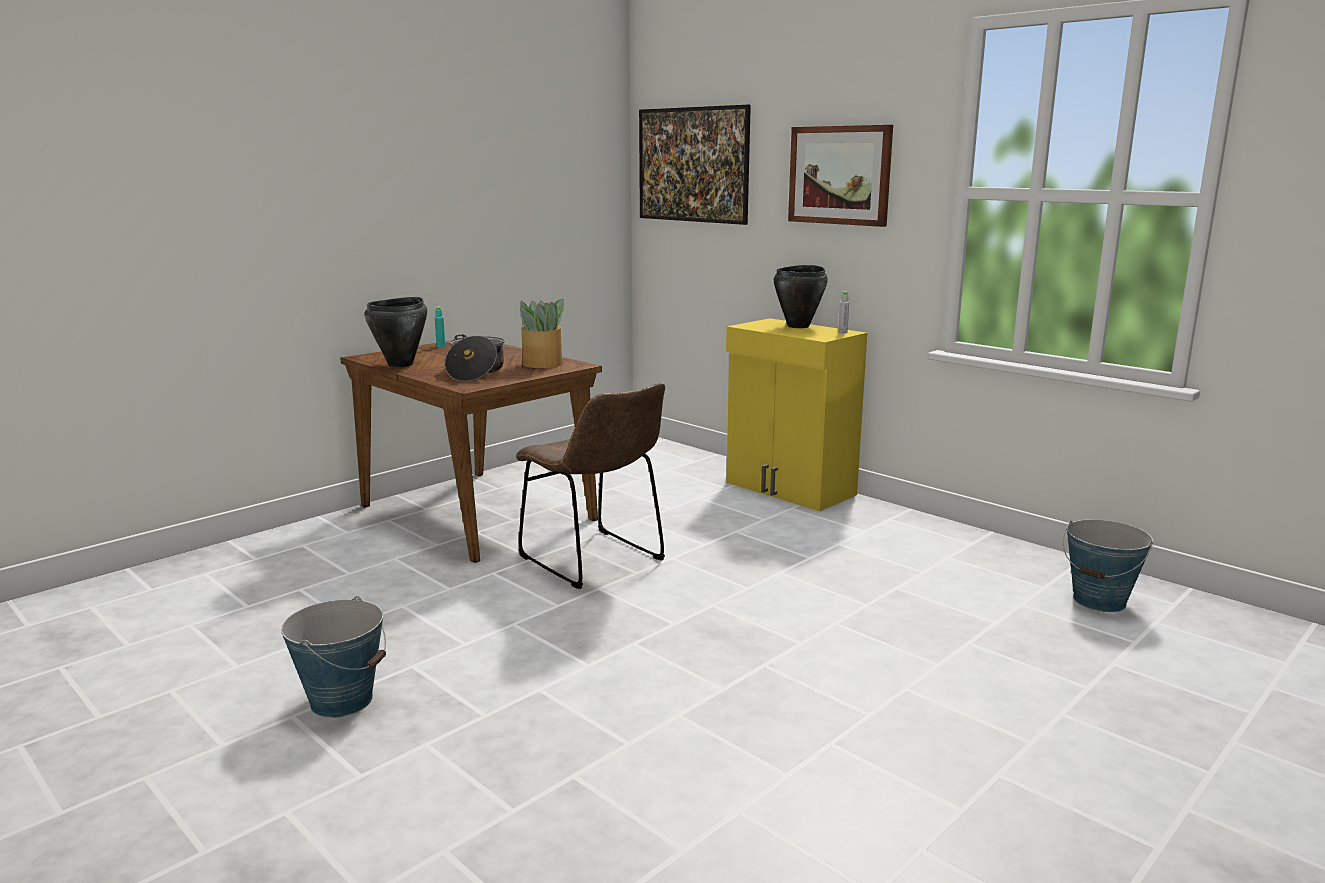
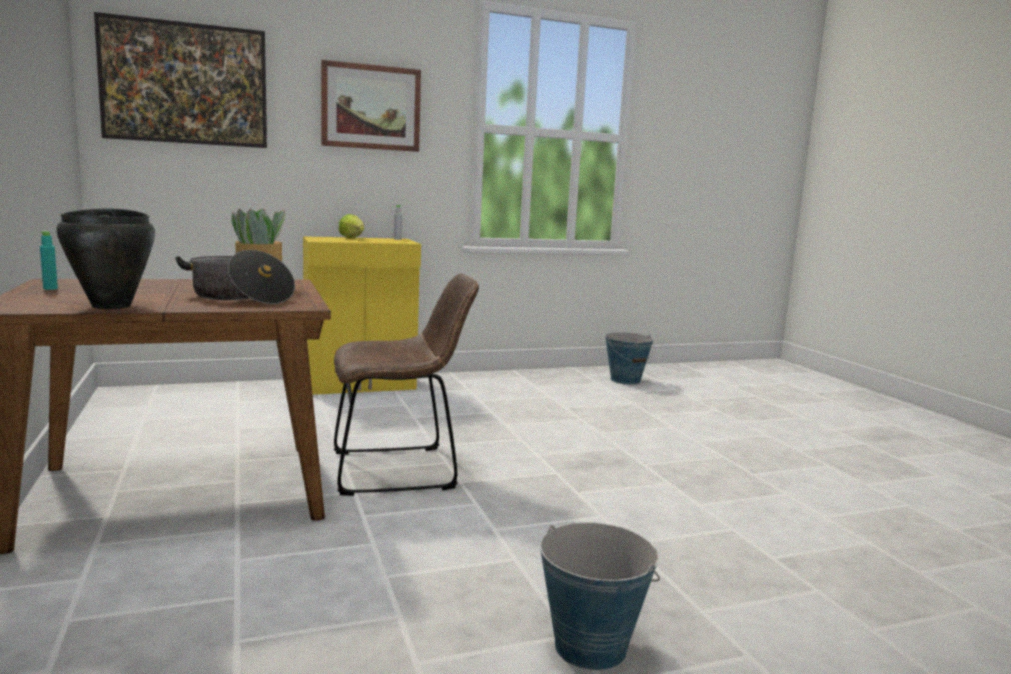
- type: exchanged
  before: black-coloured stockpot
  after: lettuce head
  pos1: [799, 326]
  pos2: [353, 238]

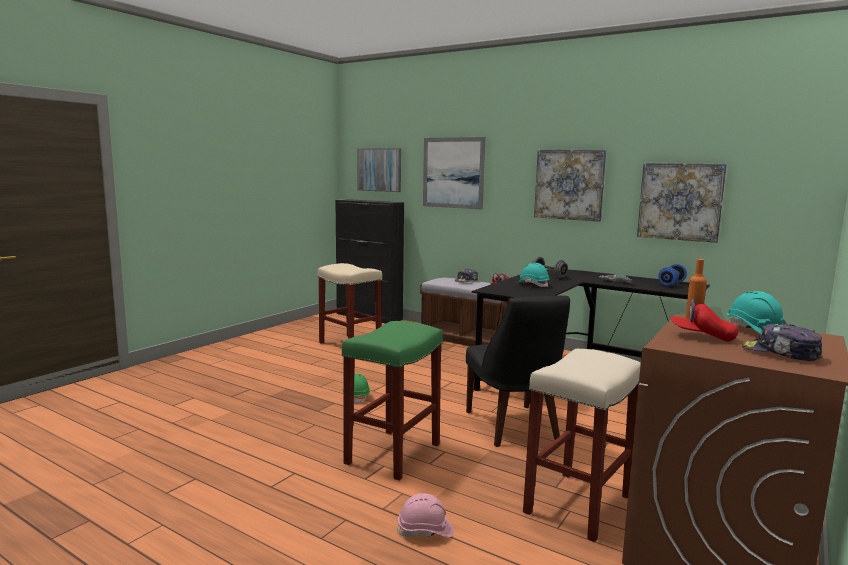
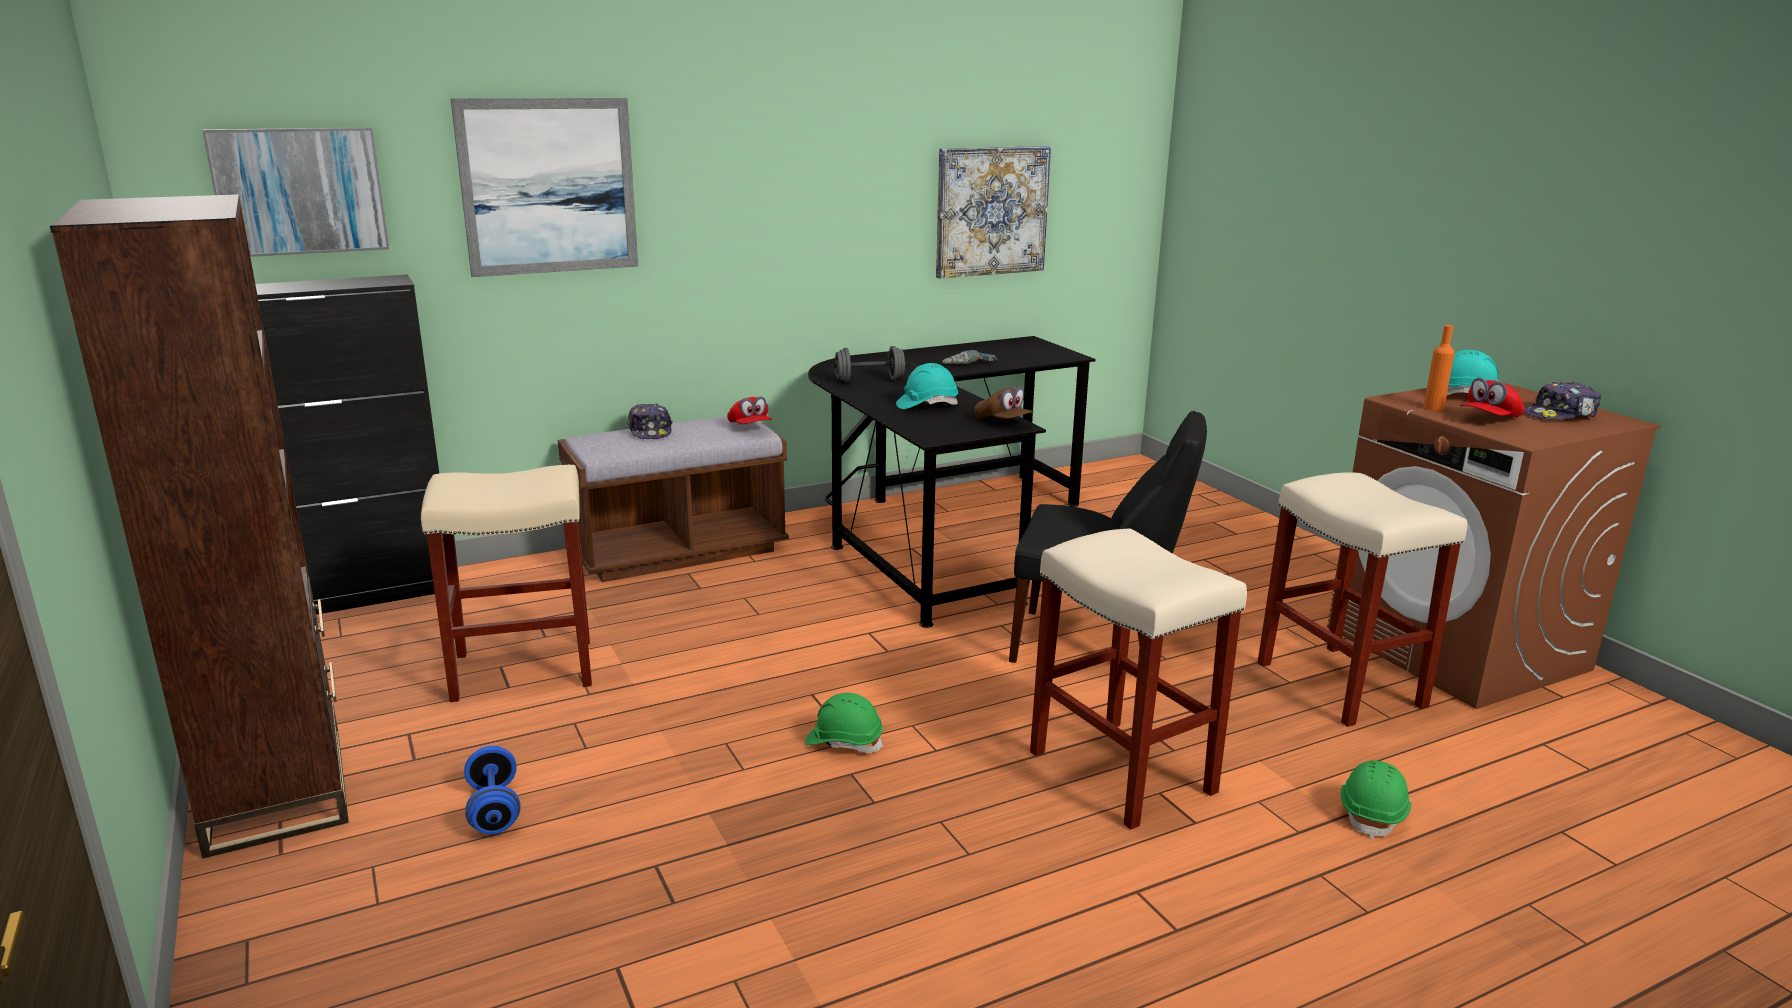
- type: appeared
  after: brownish shelving unit
  pos2: [277, 790]
- type: relocated
  before: blue-coloured free weight
  pos1: [671, 284]
  pos2: [494, 809]
- type: appeared
  after: brownish baseball cap
  pos2: [1003, 422]
- type: colour
  before: greenish sitting stool
  after: beige sitting stool
  pos1: [393, 454]
  pos2: [1124, 773]
- type: colour
  before: pink-coloured safety helmet
  after: greenish safety helmet
  pos1: [425, 531]
  pos2: [1373, 813]
- type: missing
  before: wall picture
  pos1: [569, 184]

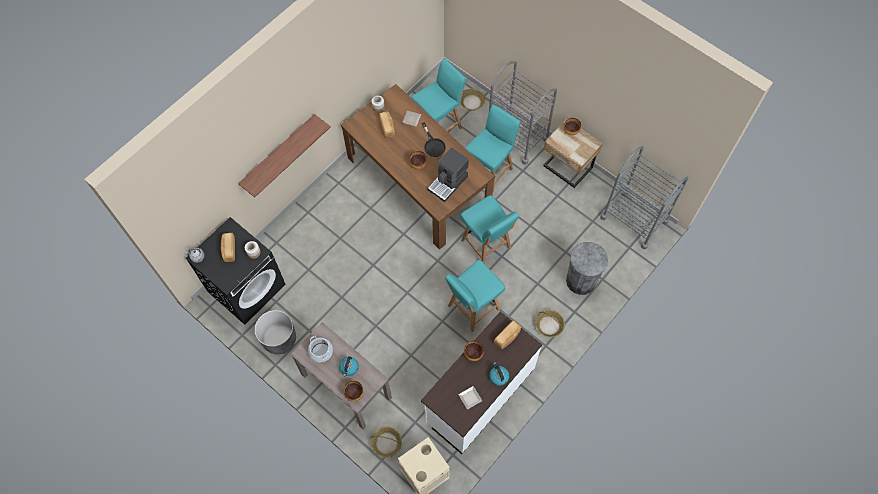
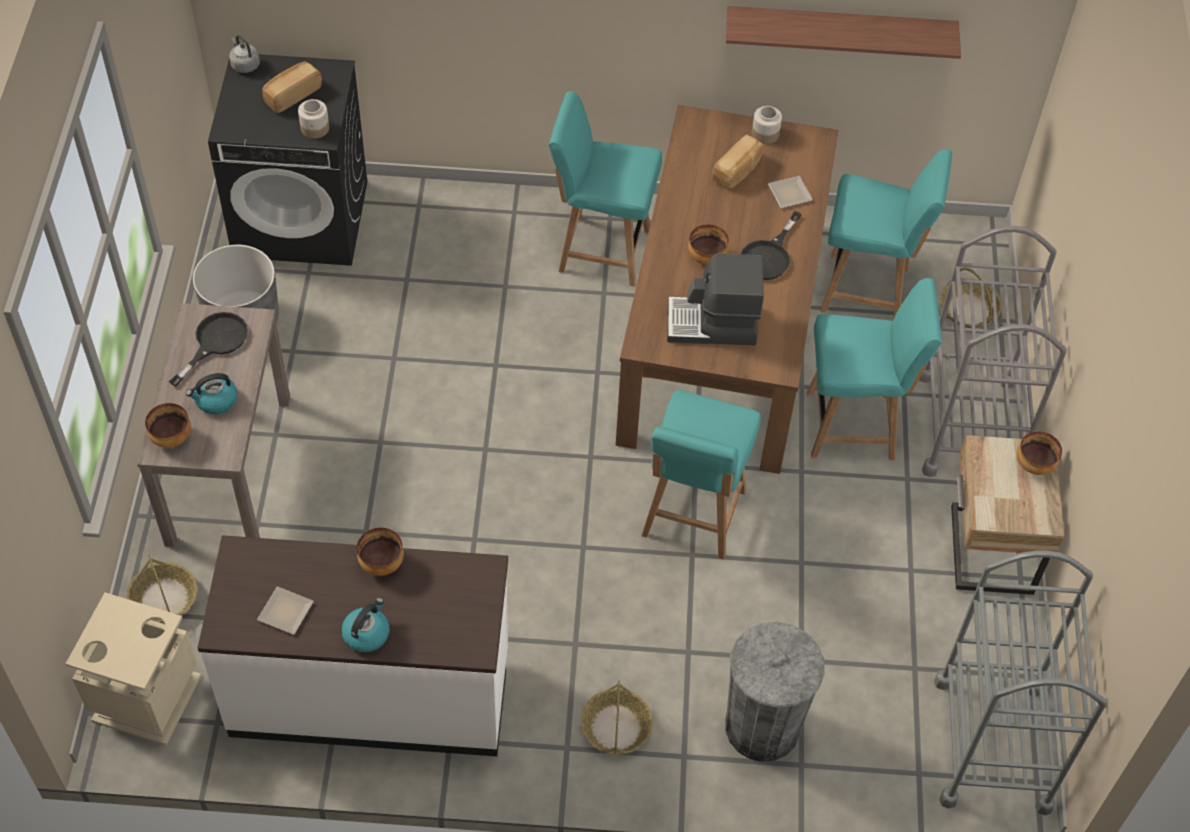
- type: exchanged
  before: stockpot
  after: black-coloured pan
  pos1: [321, 352]
  pos2: [215, 342]
- type: relocated
  before: blue-green upright chair
  pos1: [472, 308]
  pos2: [602, 249]
- type: relocated
  before: shelf
  pos1: [278, 153]
  pos2: [839, 30]
- type: missing
  before: baked bread
  pos1: [507, 337]

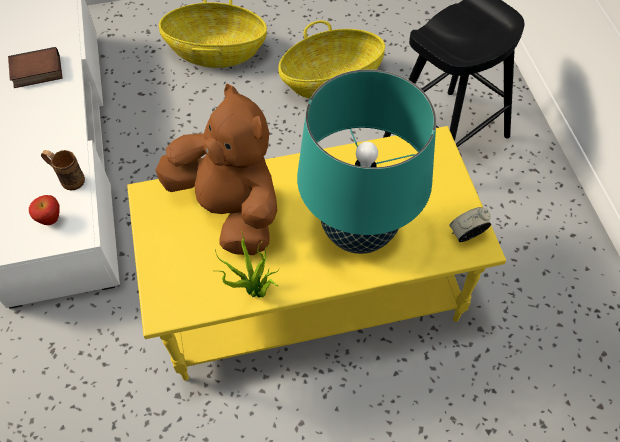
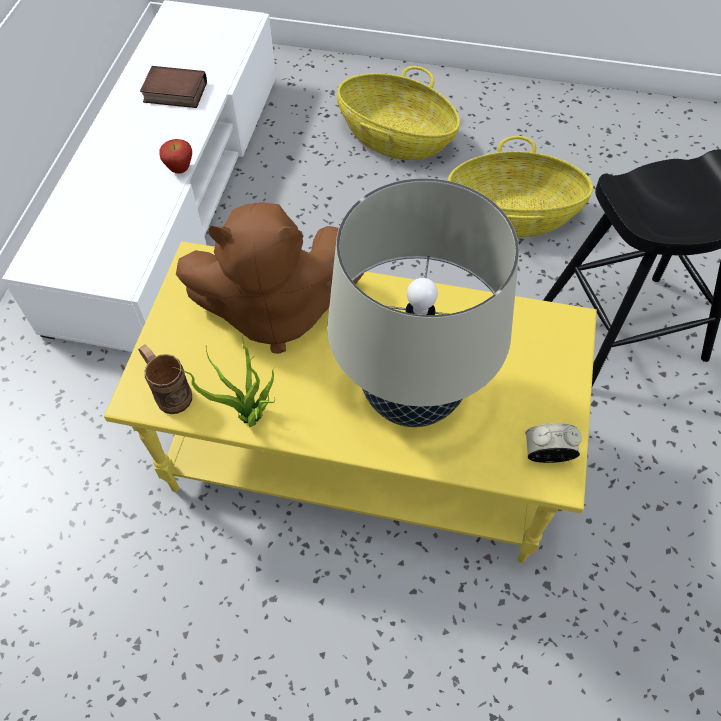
- type: relocated
  before: brownish tea mug
  pos1: [68, 179]
  pos2: [169, 392]
- type: relocated
  before: apple fruit
  pos1: [51, 220]
  pos2: [180, 169]
- type: spun
  before: brownish plush toy
  pos1: [230, 209]
  pos2: [275, 311]
  turn: 105
- type: colour
  before: blue-green table lamp
  after: beige table lamp
  pos1: [359, 231]
  pos2: [412, 395]

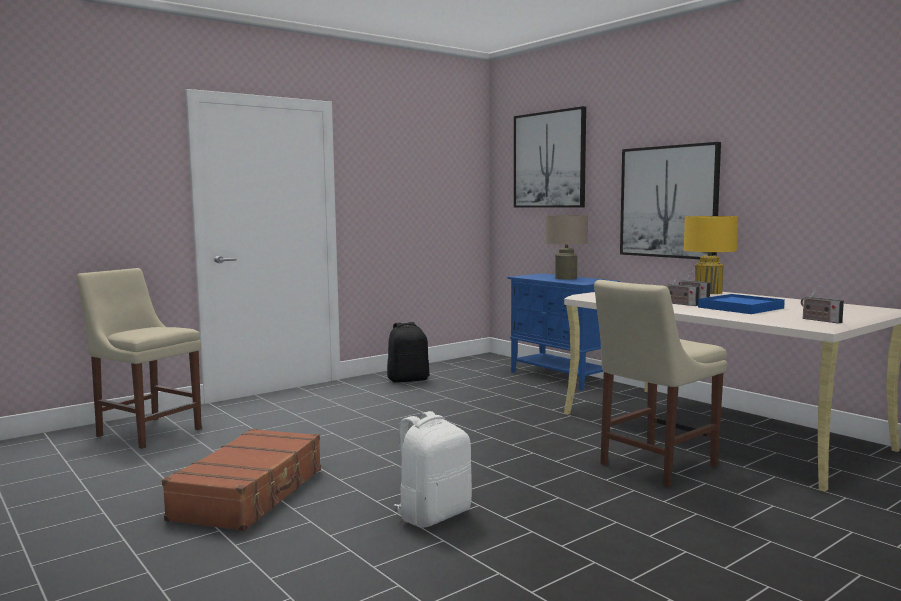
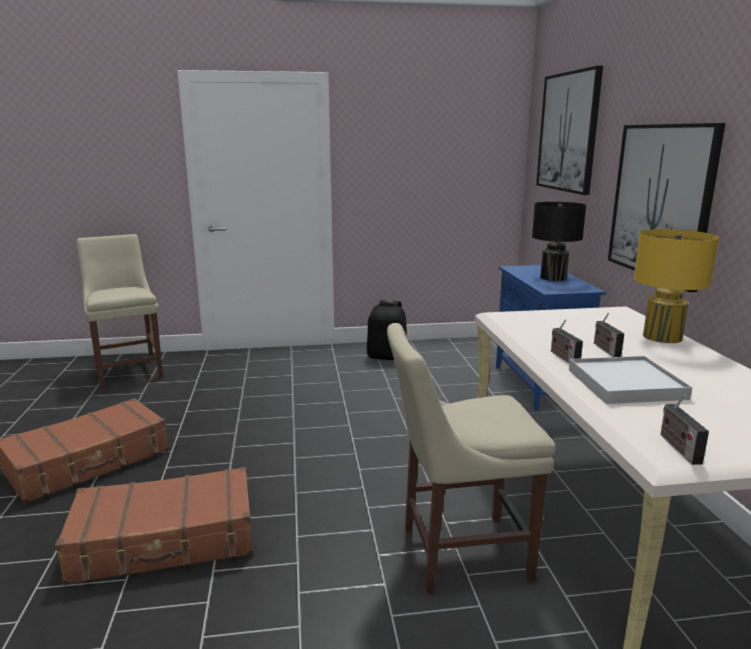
- type: exchanged
  before: white rucksack
  after: brownish suitcase
  pos1: [433, 515]
  pos2: [165, 541]
- type: colour
  before: beige table lamp
  after: black-coloured table lamp
  pos1: [566, 278]
  pos2: [553, 278]
- type: colour
  before: blue-coloured carrying tray
  after: white carrying tray
  pos1: [740, 308]
  pos2: [626, 384]

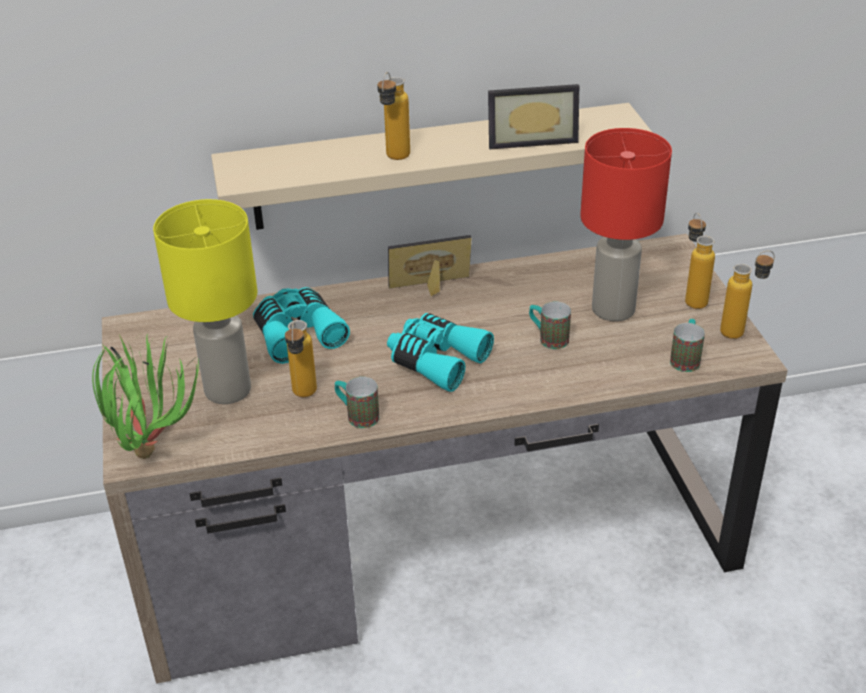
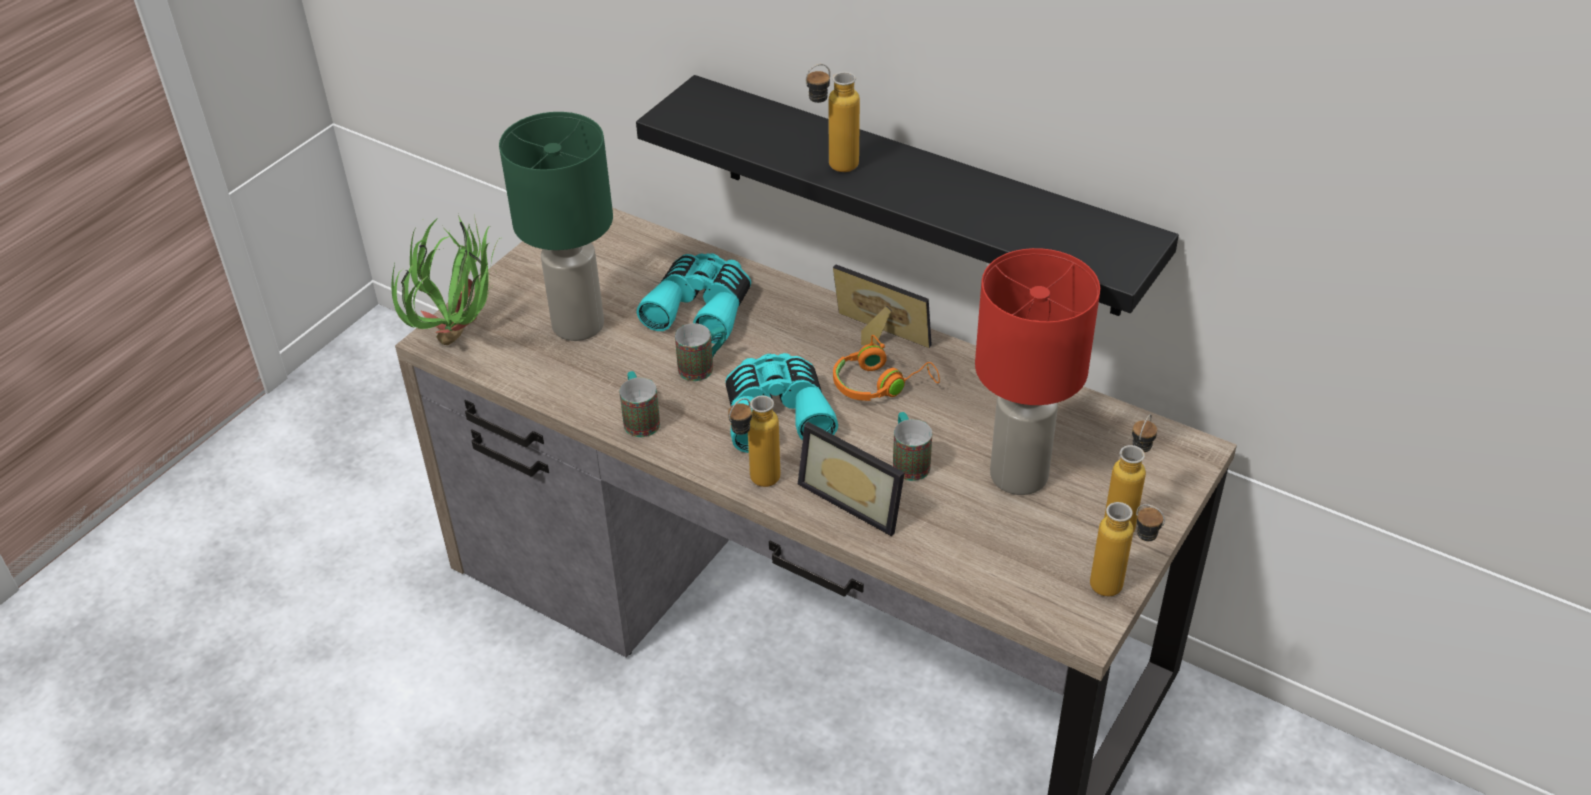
- type: colour
  before: yellow table lamp
  after: greenish table lamp
  pos1: [228, 389]
  pos2: [579, 325]
- type: colour
  before: beige shelf
  after: black-coloured shelf
  pos1: [427, 167]
  pos2: [917, 195]
- type: relocated
  before: tea mug
  pos1: [686, 358]
  pos2: [703, 366]
- type: relocated
  before: drink bottle
  pos1: [303, 397]
  pos2: [755, 484]
- type: relocated
  before: picture frame
  pos1: [531, 138]
  pos2: [856, 497]
- type: appeared
  after: orangey headphones
  pos2: [880, 384]

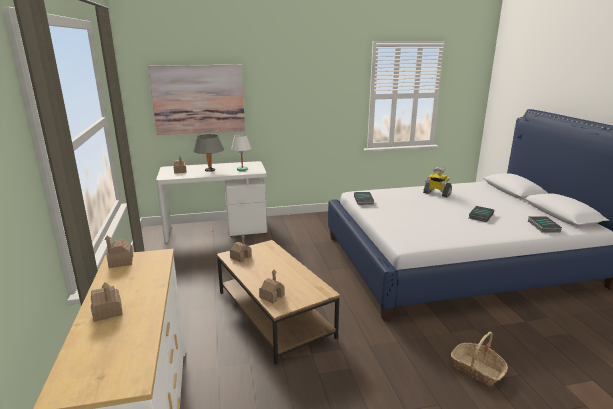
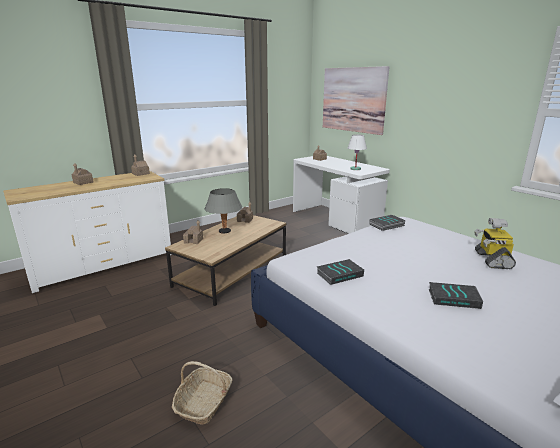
- type: relocated
  before: grey table lamp
  pos1: [210, 170]
  pos2: [225, 231]
- type: relocated
  before: book
  pos1: [542, 226]
  pos2: [339, 274]

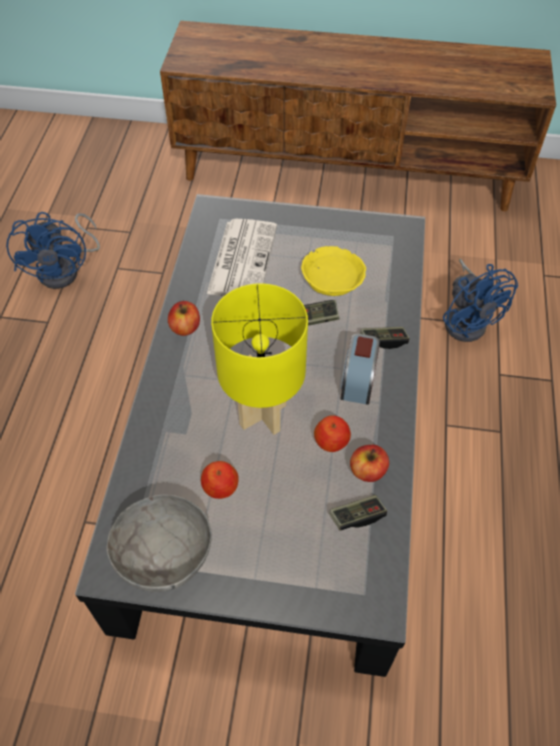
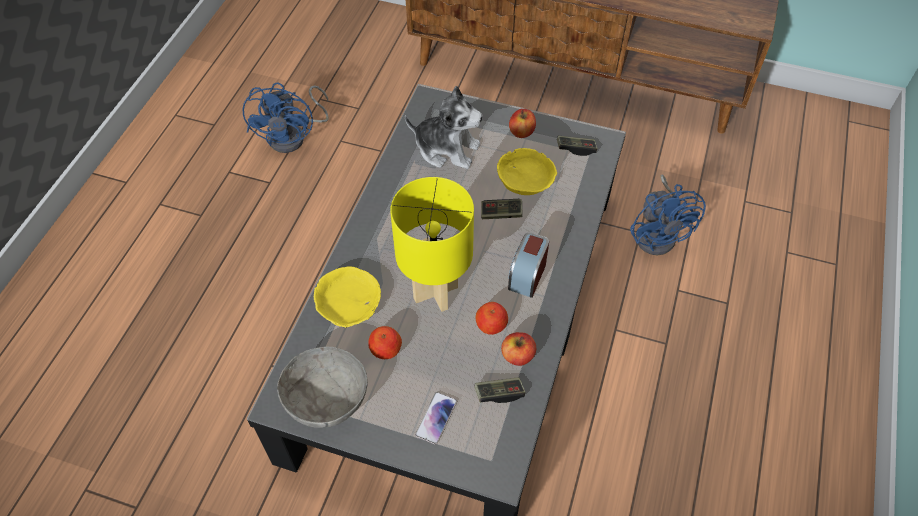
- type: appeared
  after: yellow deep dish
  pos2: [348, 303]
- type: exchanged
  before: newspaper
  after: plush toy
  pos1: [242, 258]
  pos2: [447, 149]
- type: appeared
  after: handset
  pos2: [436, 418]
- type: relocated
  before: apple fruit
  pos1: [185, 327]
  pos2: [521, 132]
- type: relocated
  before: gamepad
  pos1: [383, 341]
  pos2: [576, 149]

